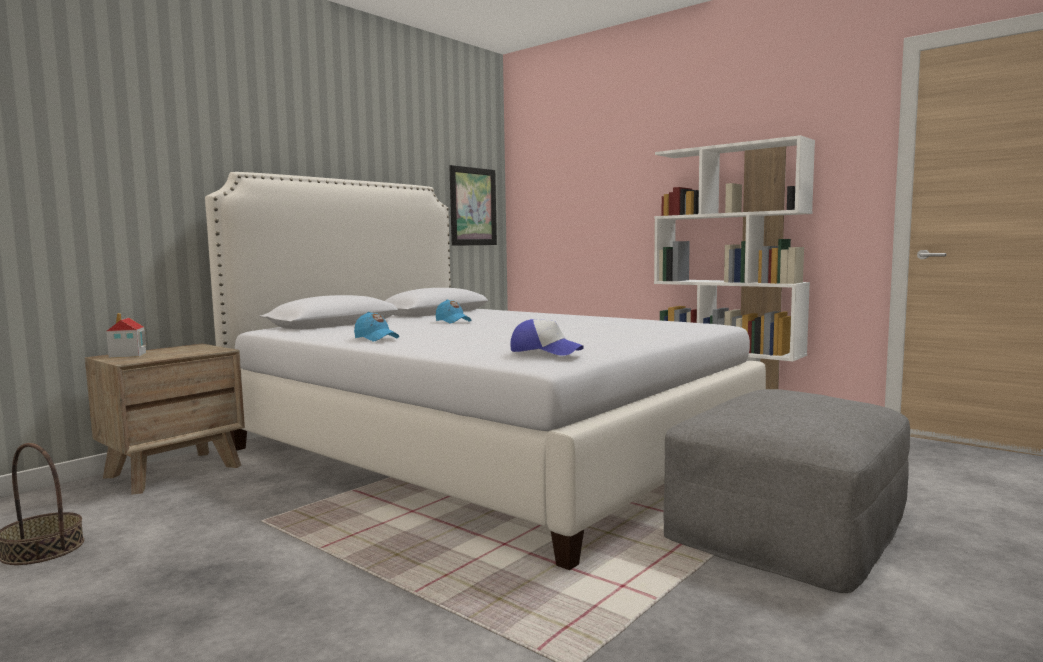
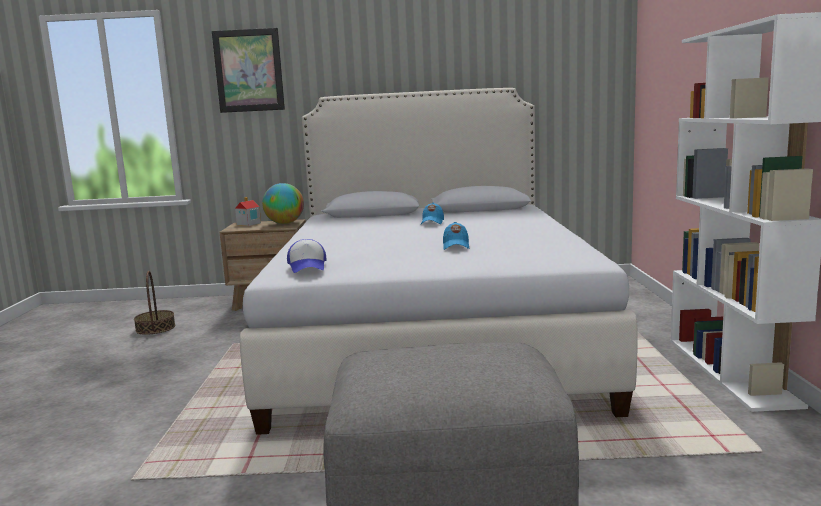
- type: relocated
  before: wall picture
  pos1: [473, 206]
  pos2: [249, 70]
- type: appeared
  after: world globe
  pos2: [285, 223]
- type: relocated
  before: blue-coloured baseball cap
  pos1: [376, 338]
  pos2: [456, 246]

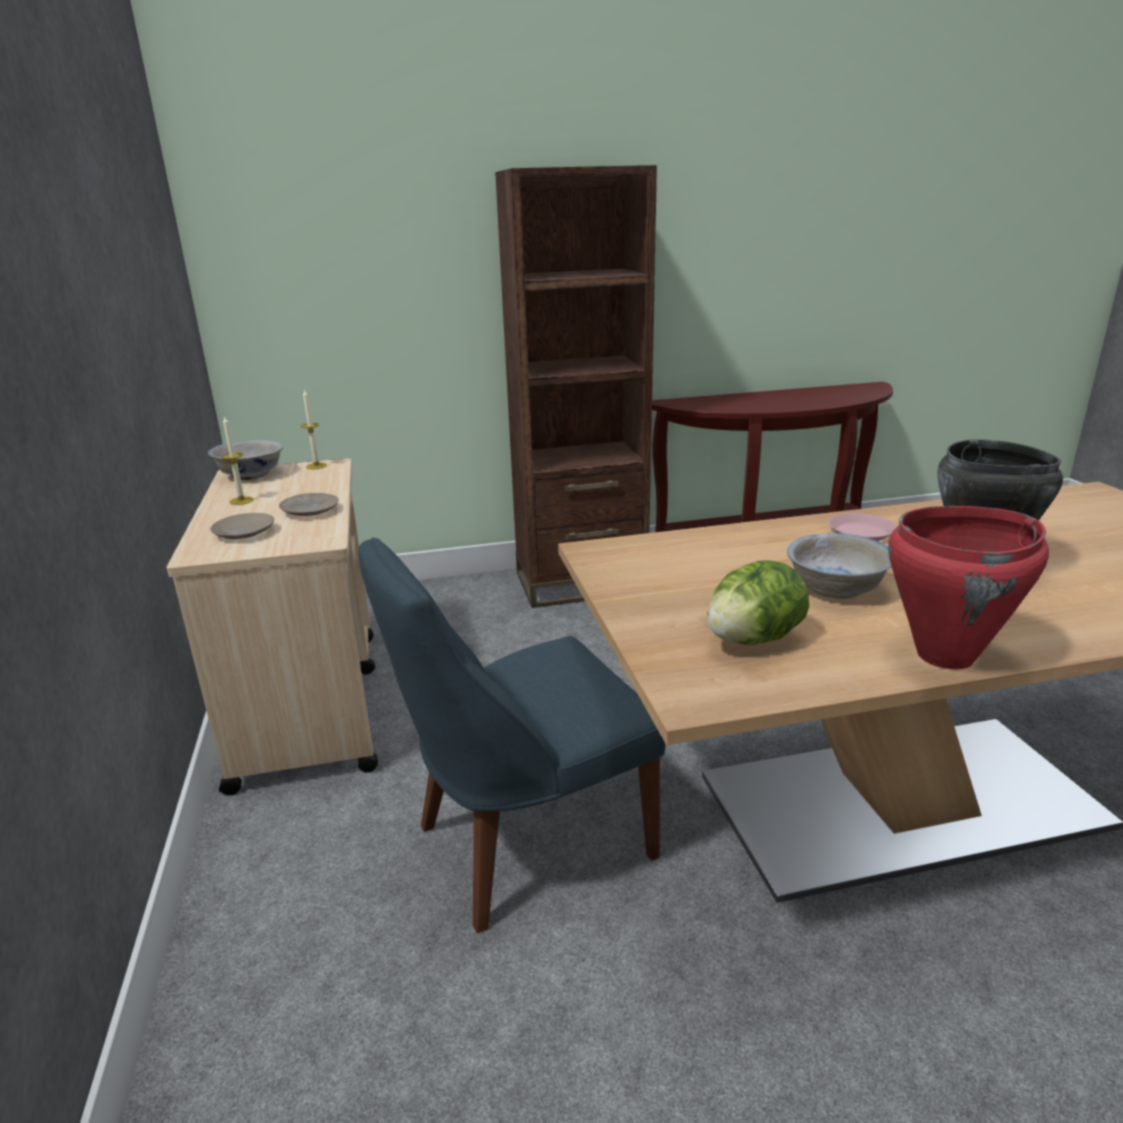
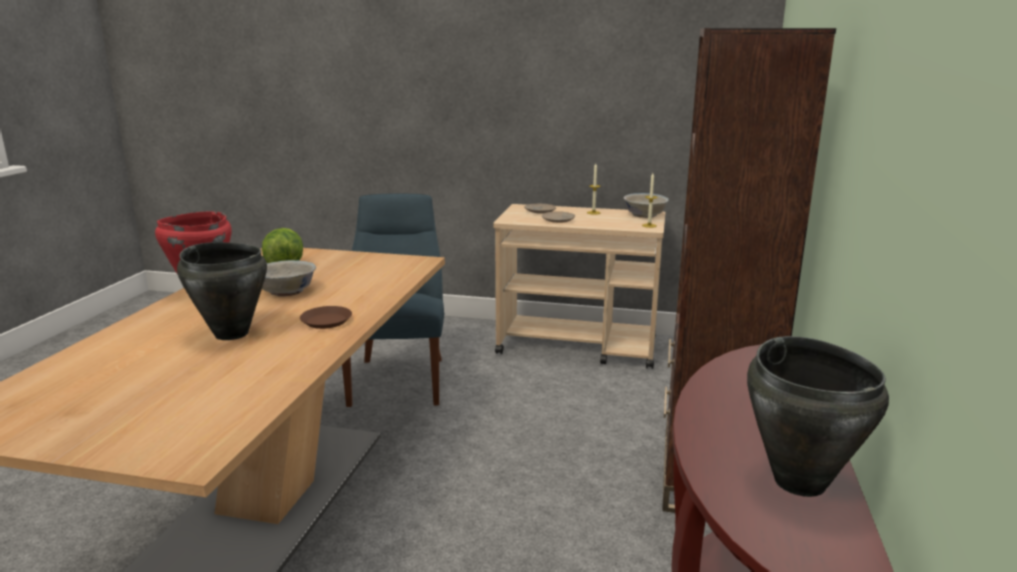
- type: colour
  before: pink-coloured dinner plate
  after: brownish dinner plate
  pos1: [861, 532]
  pos2: [326, 321]
- type: appeared
  after: black-coloured stockpot
  pos2: [799, 481]

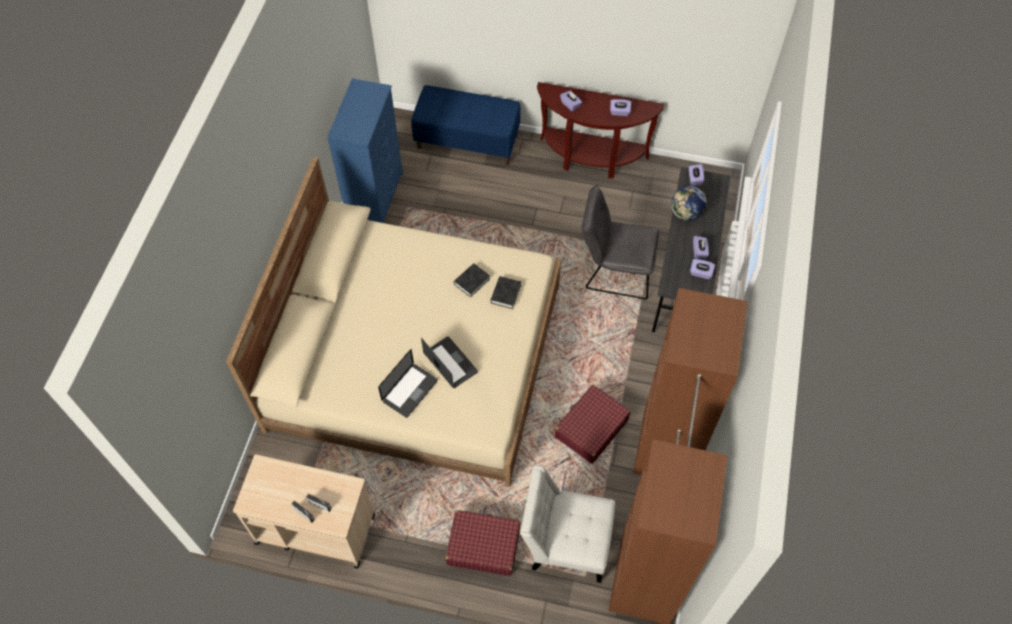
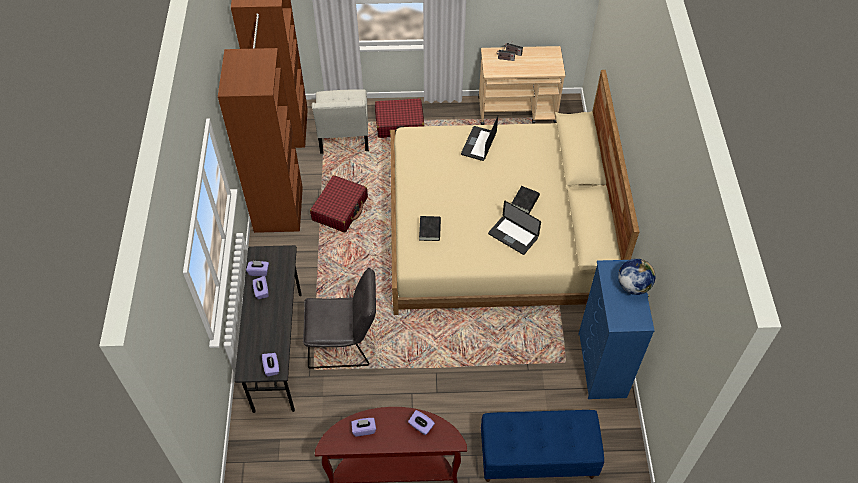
- type: spun
  before: white upright chair
  pos1: [565, 542]
  pos2: [343, 137]
  turn: 90
- type: relocated
  before: notebook computer
  pos1: [450, 363]
  pos2: [513, 236]
- type: relocated
  before: black-coloured book
  pos1: [472, 281]
  pos2: [525, 201]
- type: relocated
  before: world globe
  pos1: [686, 214]
  pos2: [633, 286]

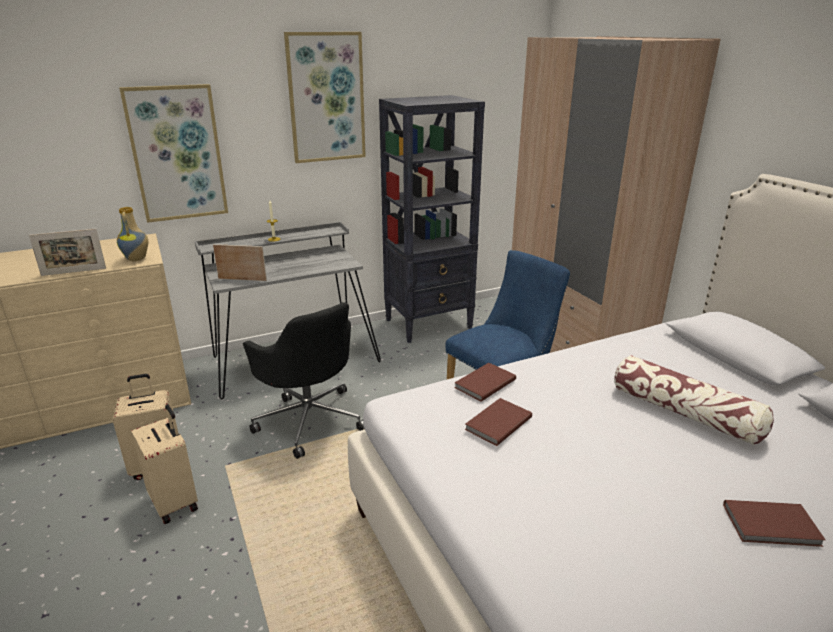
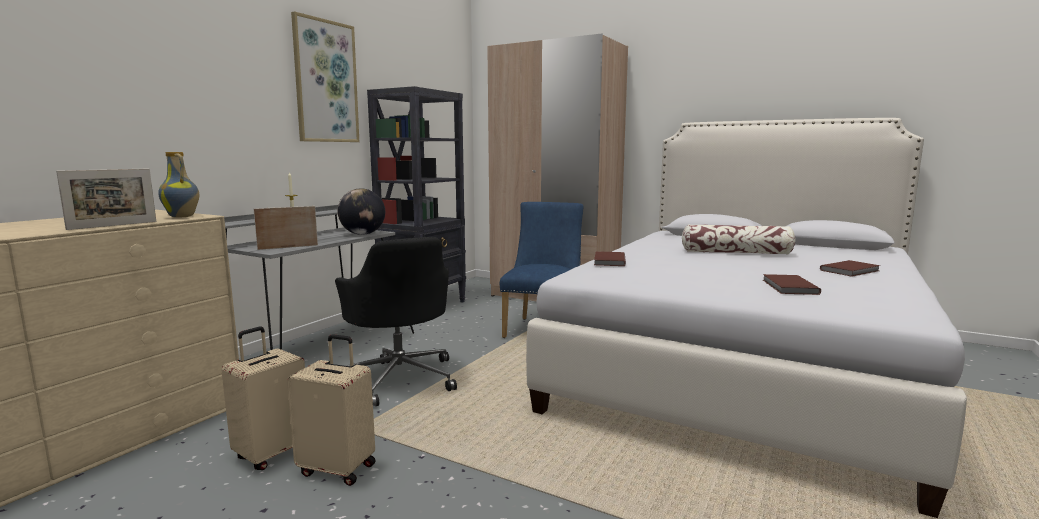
- type: spun
  before: black-coloured office chair
  pos1: [309, 419]
  pos2: [400, 378]
  turn: 45
- type: appeared
  after: world globe
  pos2: [362, 234]
- type: relocated
  before: brownish book
  pos1: [496, 423]
  pos2: [788, 287]
- type: missing
  before: wall picture
  pos1: [177, 154]

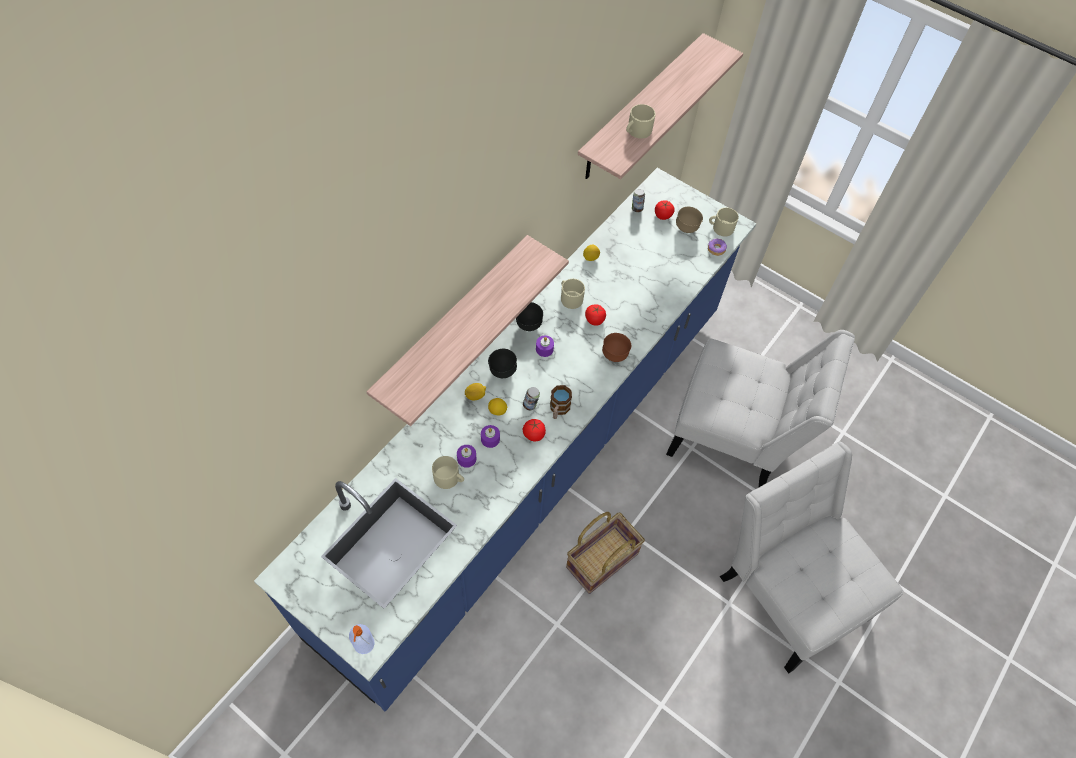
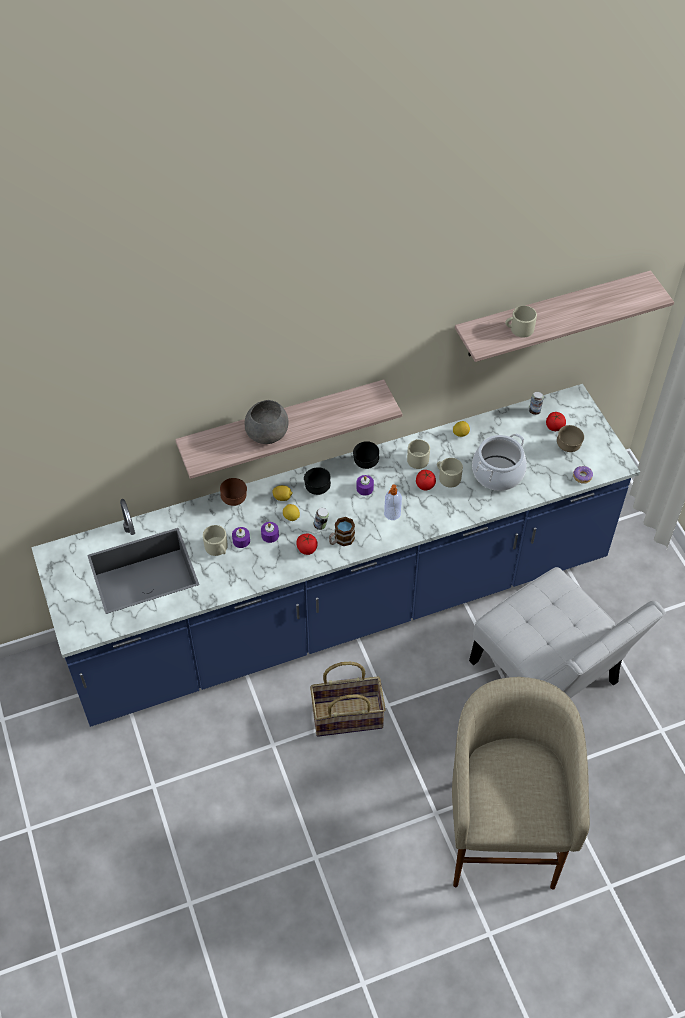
- type: relocated
  before: brownish deep dish
  pos1: [615, 355]
  pos2: [234, 500]
- type: appeared
  after: grey deep dish
  pos2: [267, 432]
- type: relocated
  before: soap bottle
  pos1: [364, 644]
  pos2: [392, 514]
- type: relocated
  before: beige tea mug
  pos1: [720, 228]
  pos2: [447, 477]
- type: exchanged
  before: white upright chair
  after: beige sitting stool
  pos1: [789, 589]
  pos2: [501, 833]
- type: appeared
  after: stockpot
  pos2: [497, 473]

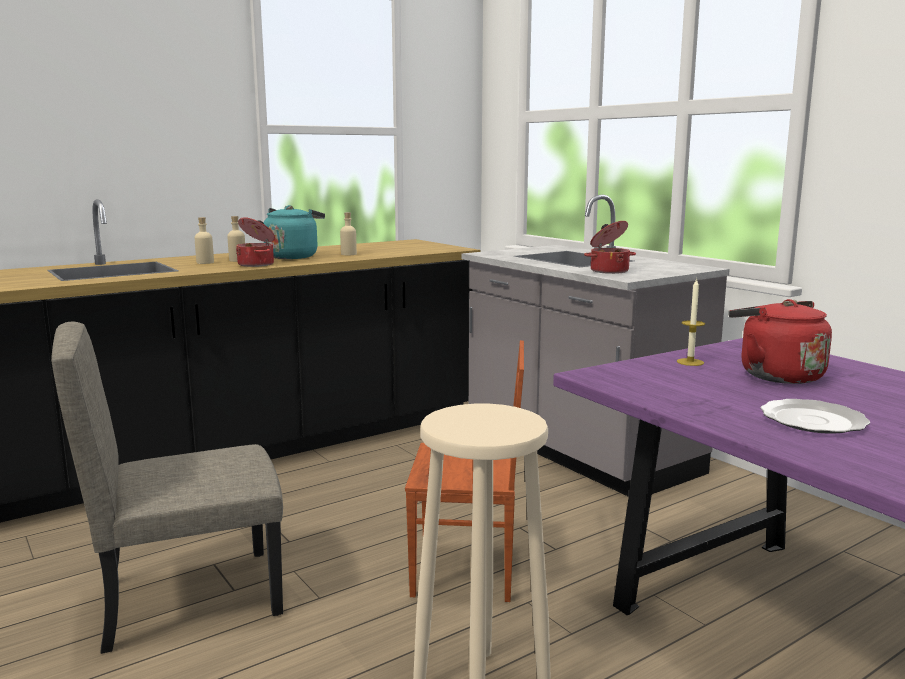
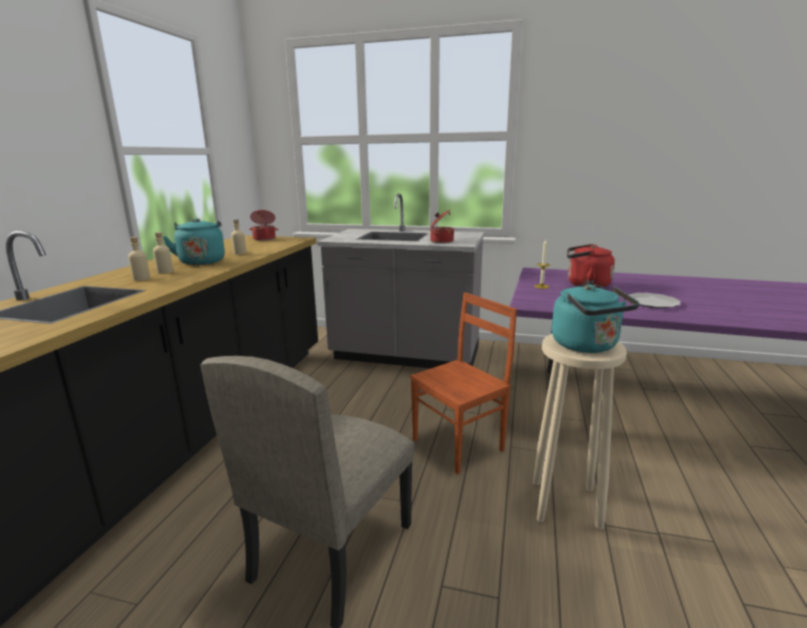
- type: relocated
  before: stockpot
  pos1: [257, 264]
  pos2: [264, 239]
- type: appeared
  after: blue-green kettle
  pos2: [587, 346]

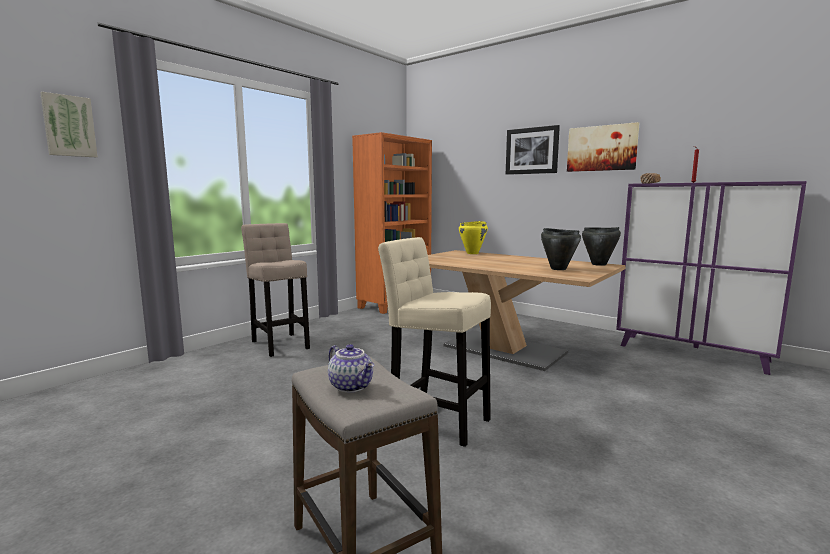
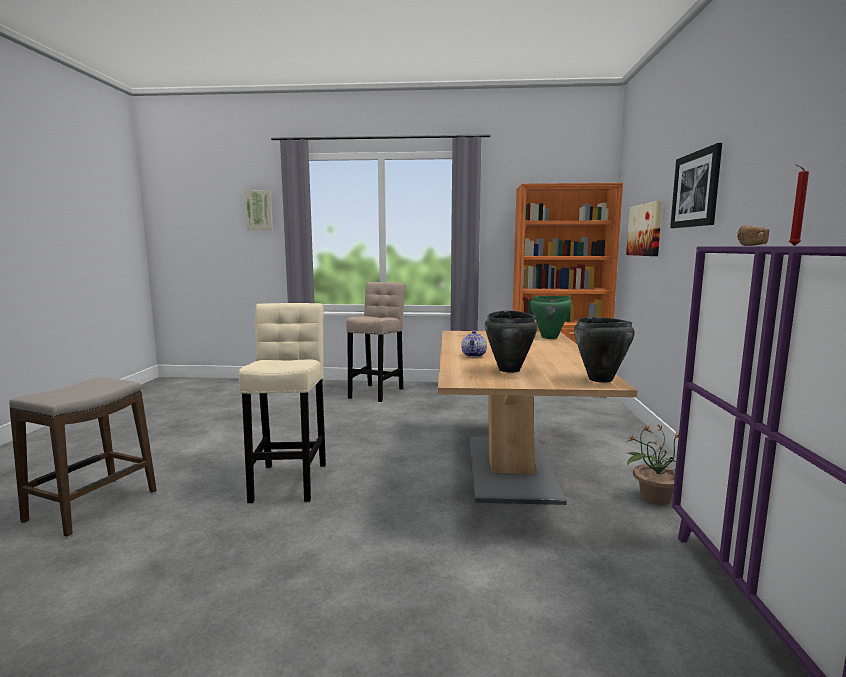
- type: relocated
  before: teapot
  pos1: [352, 386]
  pos2: [474, 355]
- type: colour
  before: yellow stockpot
  after: greenish stockpot
  pos1: [472, 253]
  pos2: [549, 337]
- type: relocated
  before: wall picture
  pos1: [601, 148]
  pos2: [645, 230]
- type: appeared
  after: houseplant
  pos2: [654, 497]

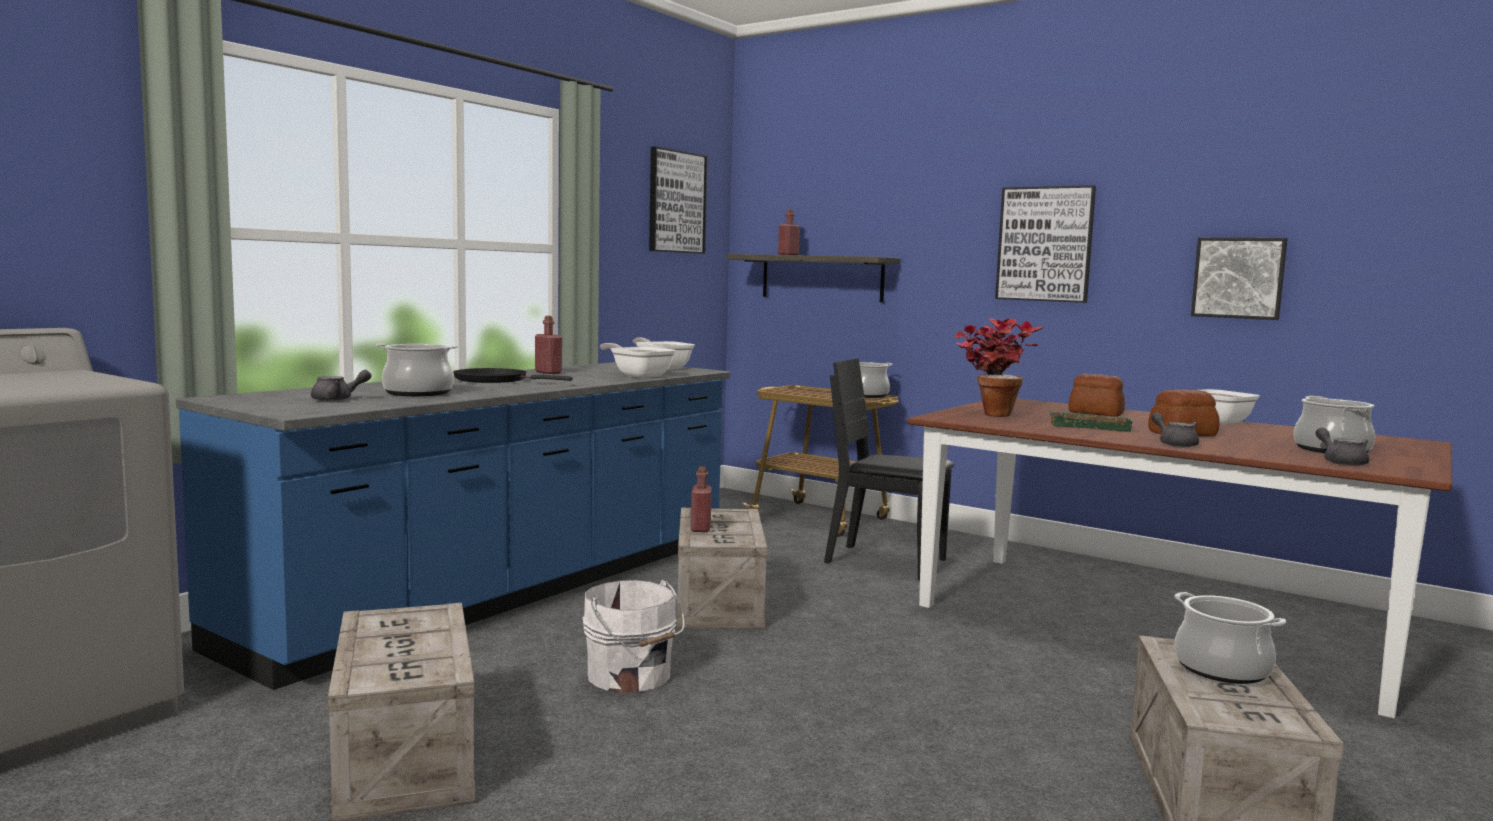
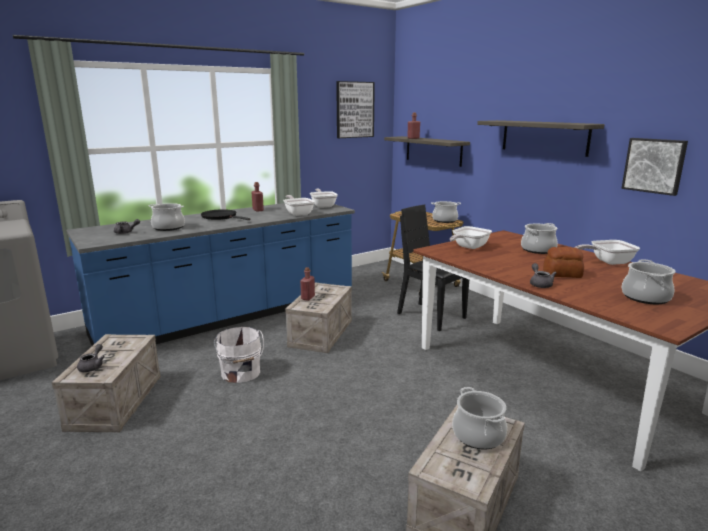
- type: relocated
  before: grey teapot
  pos1: [1341, 462]
  pos2: [92, 366]
- type: exchanged
  before: houseplant
  after: pan
  pos1: [989, 413]
  pos2: [468, 247]
- type: exchanged
  before: wall picture
  after: shelf
  pos1: [1045, 244]
  pos2: [544, 137]
- type: exchanged
  before: baked bread
  after: stockpot
  pos1: [1096, 413]
  pos2: [538, 250]
- type: missing
  before: greenish carrying tray
  pos1: [1090, 426]

